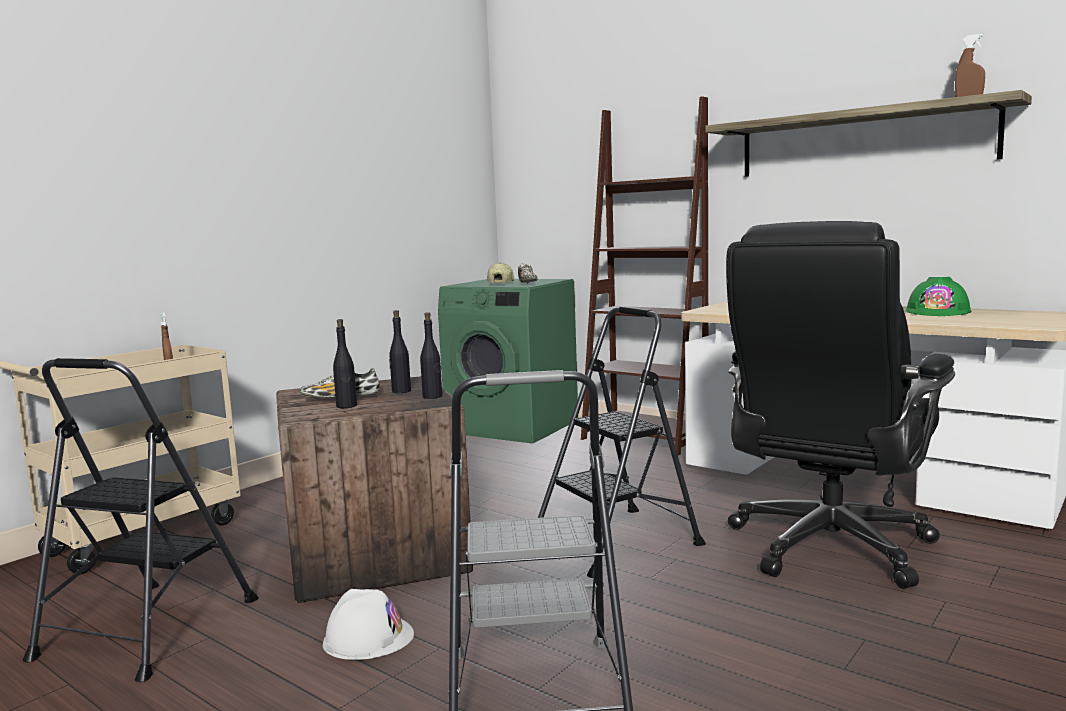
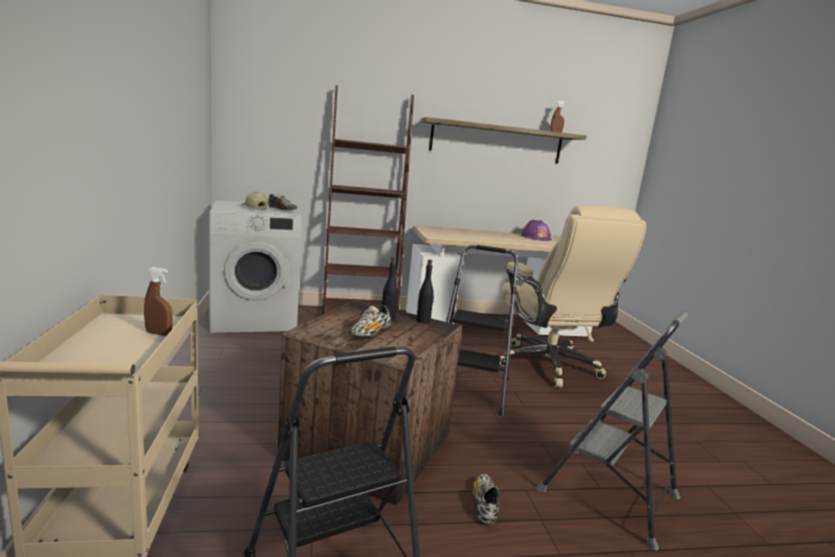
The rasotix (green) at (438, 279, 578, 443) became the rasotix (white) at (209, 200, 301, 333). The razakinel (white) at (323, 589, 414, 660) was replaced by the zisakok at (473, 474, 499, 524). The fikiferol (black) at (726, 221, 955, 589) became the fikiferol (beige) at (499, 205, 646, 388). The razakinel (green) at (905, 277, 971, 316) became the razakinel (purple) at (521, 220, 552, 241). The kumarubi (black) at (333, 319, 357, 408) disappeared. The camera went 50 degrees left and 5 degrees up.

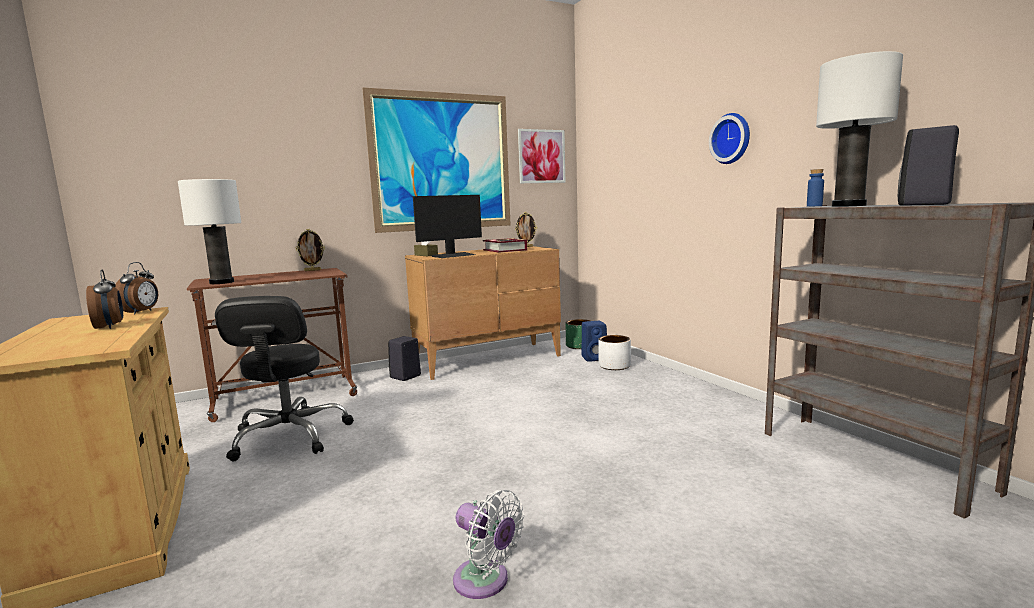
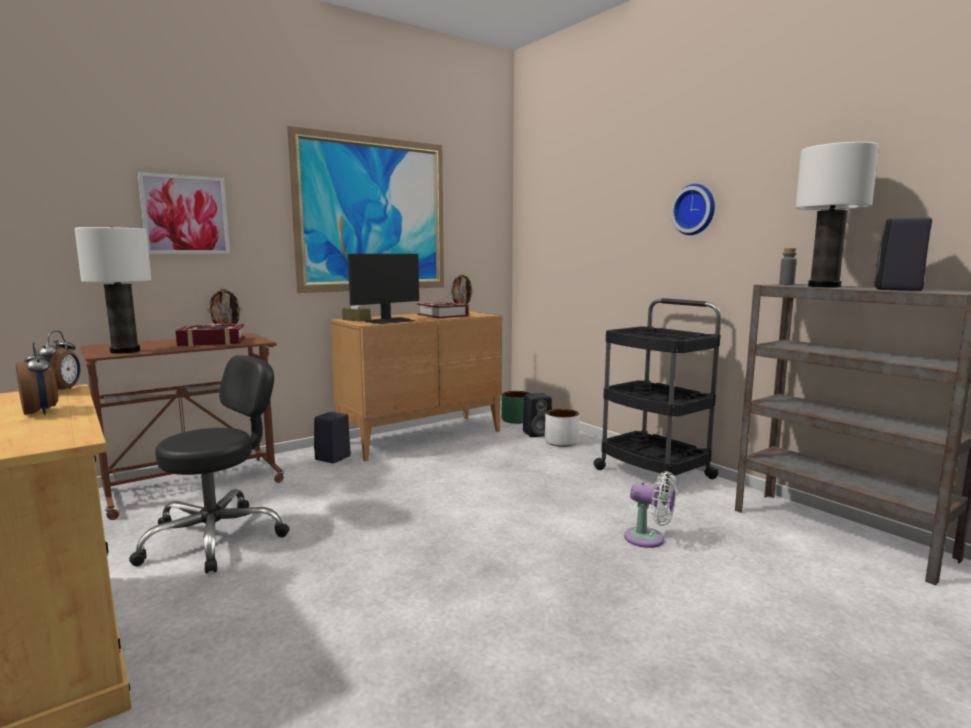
The fikiferol (black) at (215, 296, 354, 461) turned 120 degrees counterclockwise. The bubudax moved from (518, 129, 565, 183) to (138, 172, 230, 254). The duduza at (176, 323, 245, 346) appeared. The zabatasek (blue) at (581, 321, 607, 362) became the zabatasek (black) at (523, 393, 552, 437). The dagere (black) at (593, 298, 721, 495) appeared. The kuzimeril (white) moved from (453, 490, 524, 599) to (624, 471, 676, 548). The kumarubi (blue) at (807, 169, 824, 207) became the kumarubi (grey) at (779, 248, 797, 285). The camera went 10 degrees left and 0 degrees up.

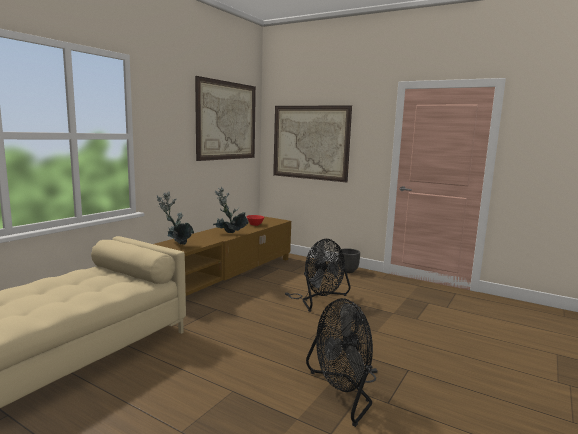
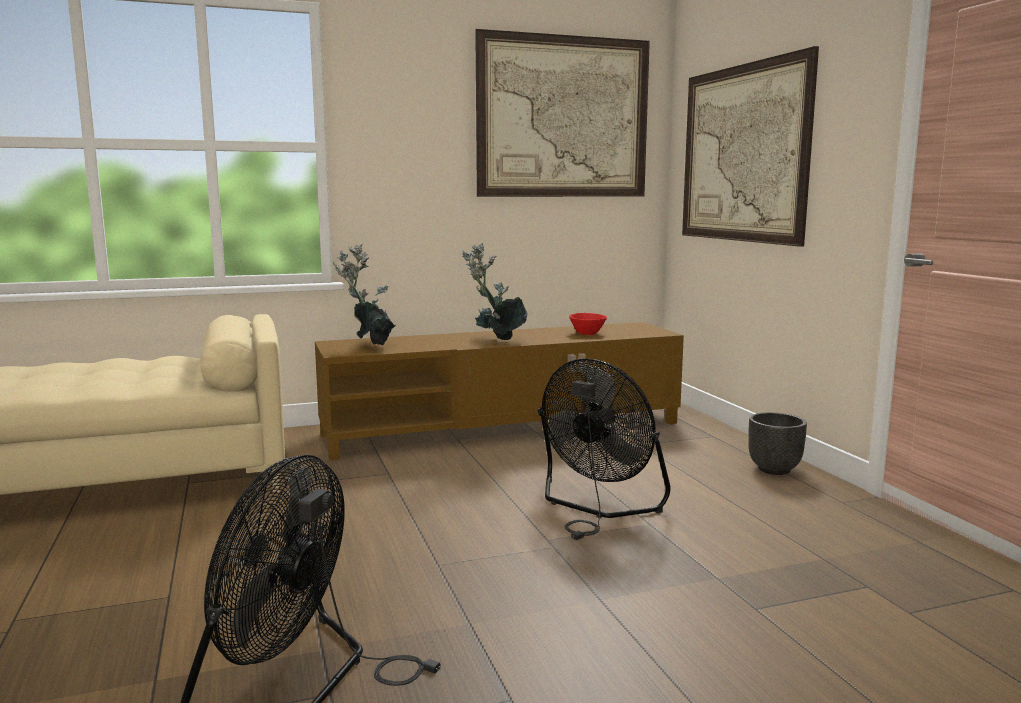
The kuzimeril (black) at (285, 239, 350, 312) turned 135 degrees counterclockwise. The camera went 40 degrees right and 0 degrees up.

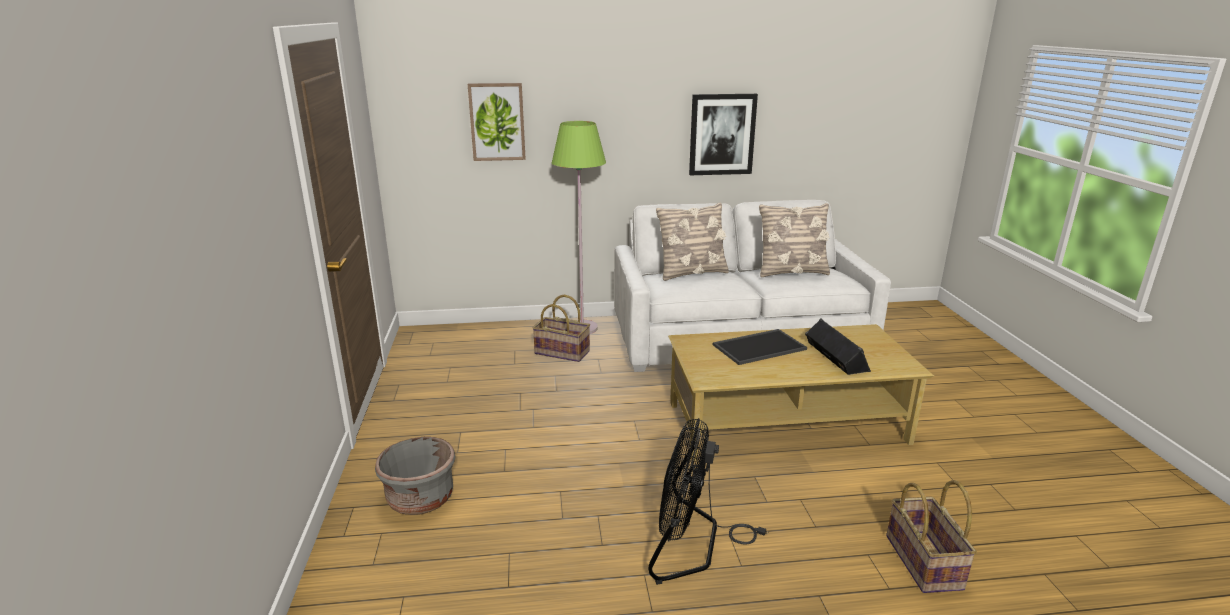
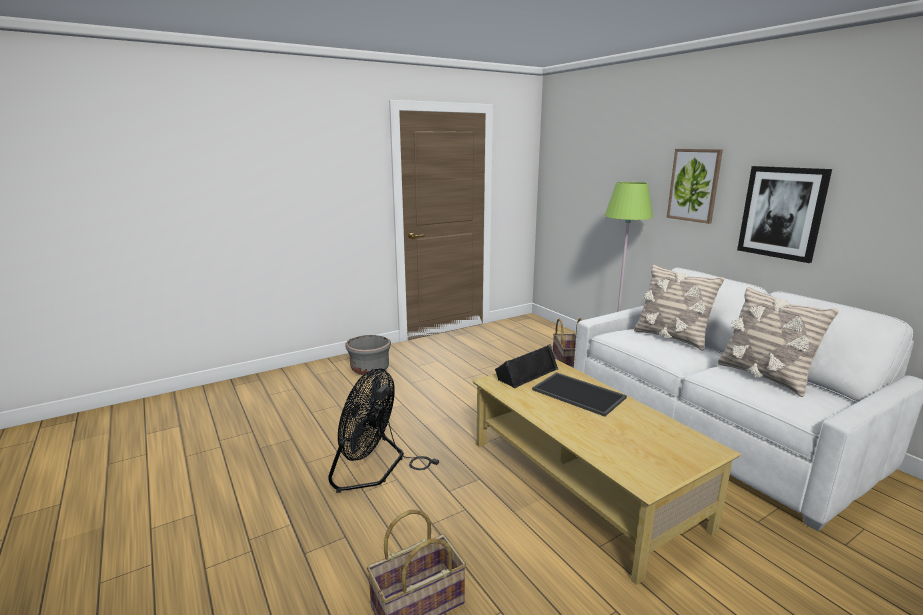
The kuzimeril (black) at (648, 418, 768, 585) turned 60 degrees counterclockwise. The zabatasek (black) moved from (805, 318, 871, 375) to (495, 344, 558, 388). The bubudax moved from (468, 83, 526, 161) to (667, 149, 723, 224). The camera went 65 degrees right and 5 degrees down.

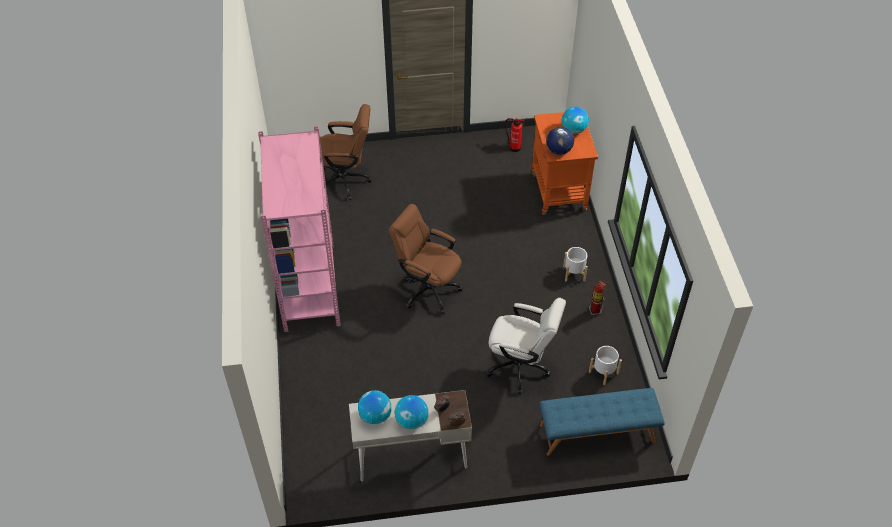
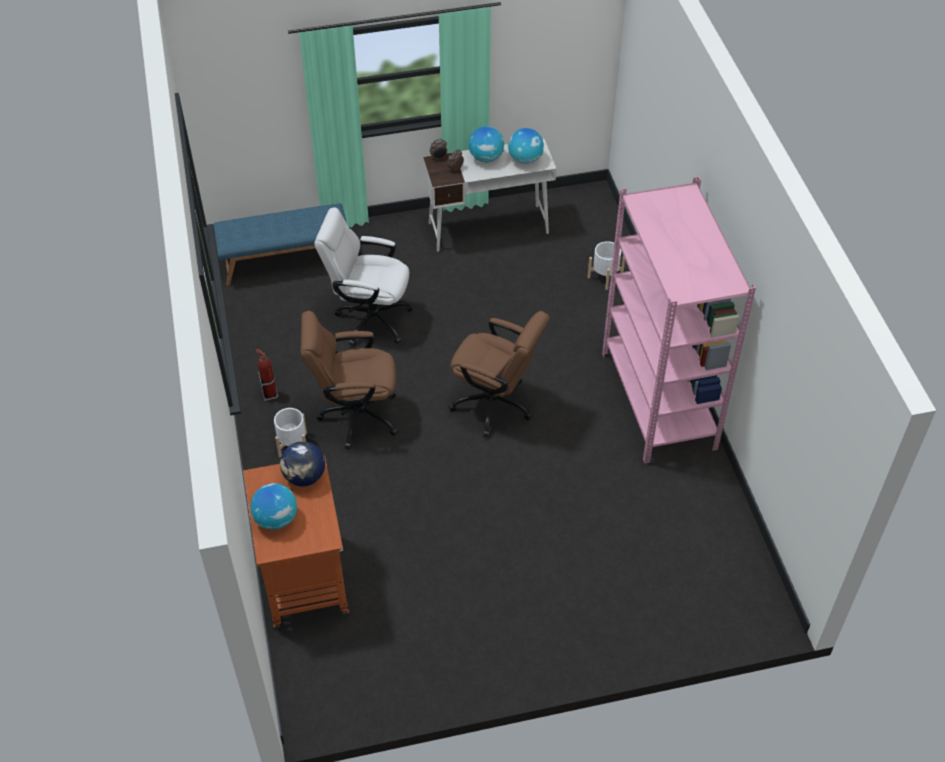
The fikiferol (brown) moved from (319, 104, 372, 201) to (301, 311, 398, 450). The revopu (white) moved from (589, 346, 622, 385) to (587, 241, 625, 290). The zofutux at (505, 118, 525, 152) disappeared. The camera went 175 degrees right and 0 degrees up.

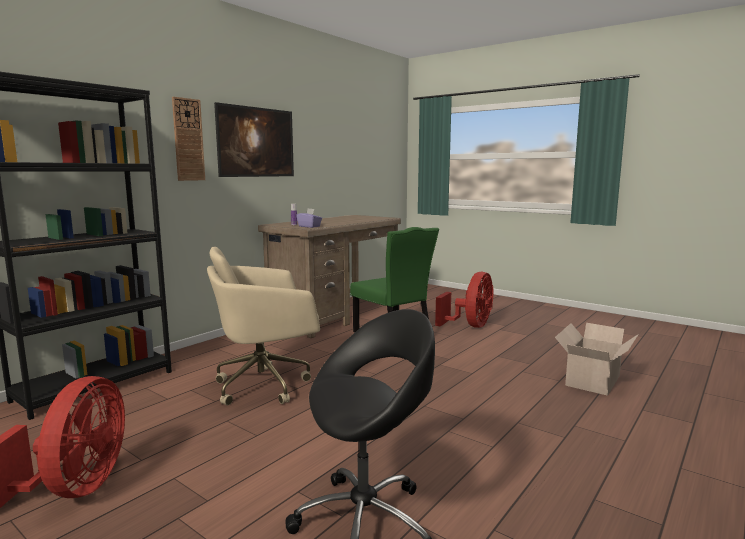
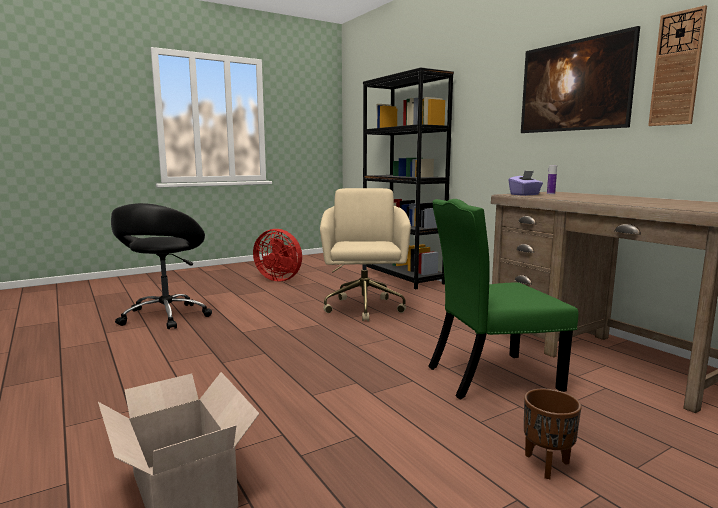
The kuzimeril (red) at (435, 272, 494, 328) was replaced by the revopu (brown) at (524, 389, 582, 479). The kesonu moved from (172, 97, 205, 181) to (648, 5, 707, 126). The camera went 110 degrees right and 0 degrees up.

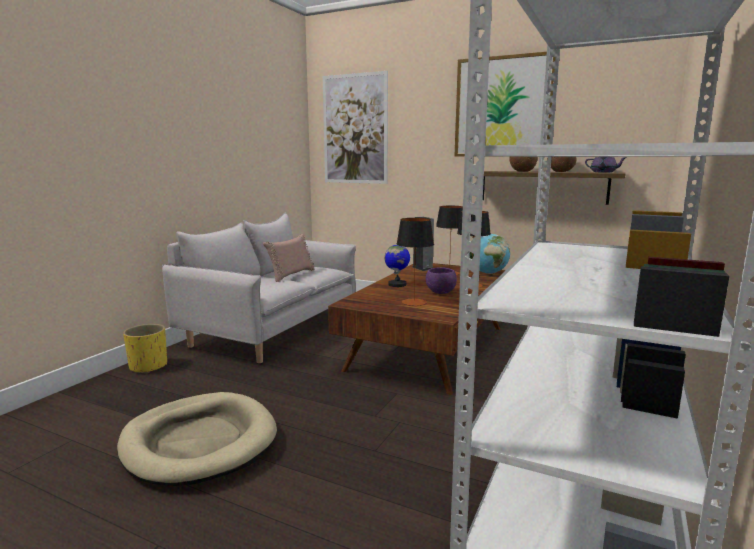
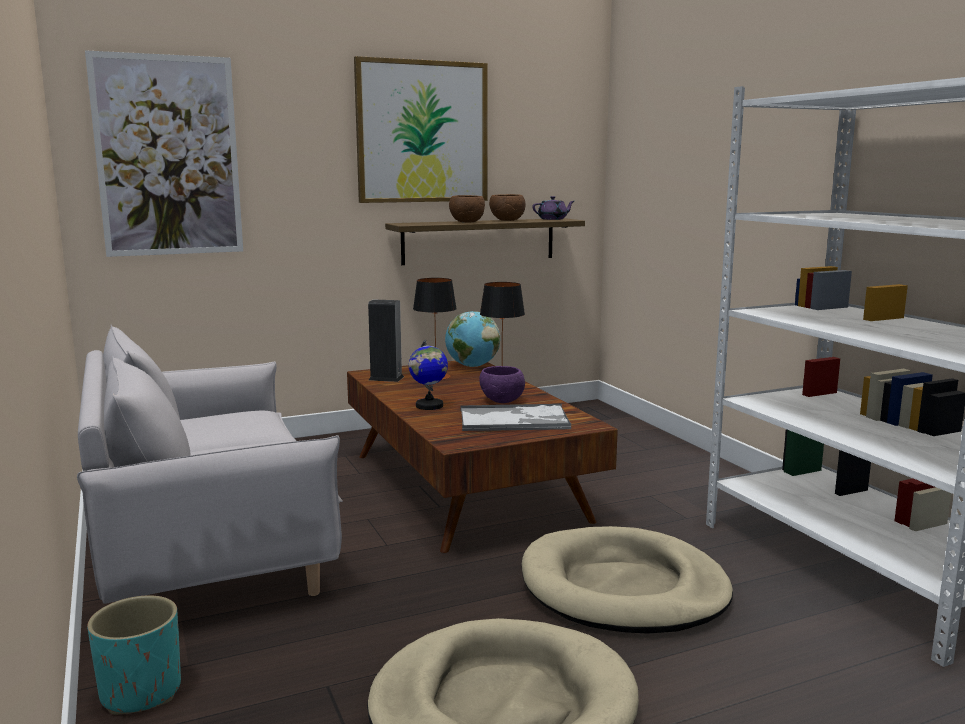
The revopu (yellow) at (123, 324, 167, 374) became the revopu (turquoise) at (87, 596, 181, 715). The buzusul at (397, 218, 434, 306) was replaced by the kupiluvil at (460, 404, 571, 431). The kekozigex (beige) at (522, 526, 733, 634) appeared. The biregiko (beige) at (263, 234, 314, 282) disappeared. The camera went 50 degrees left and 0 degrees up.

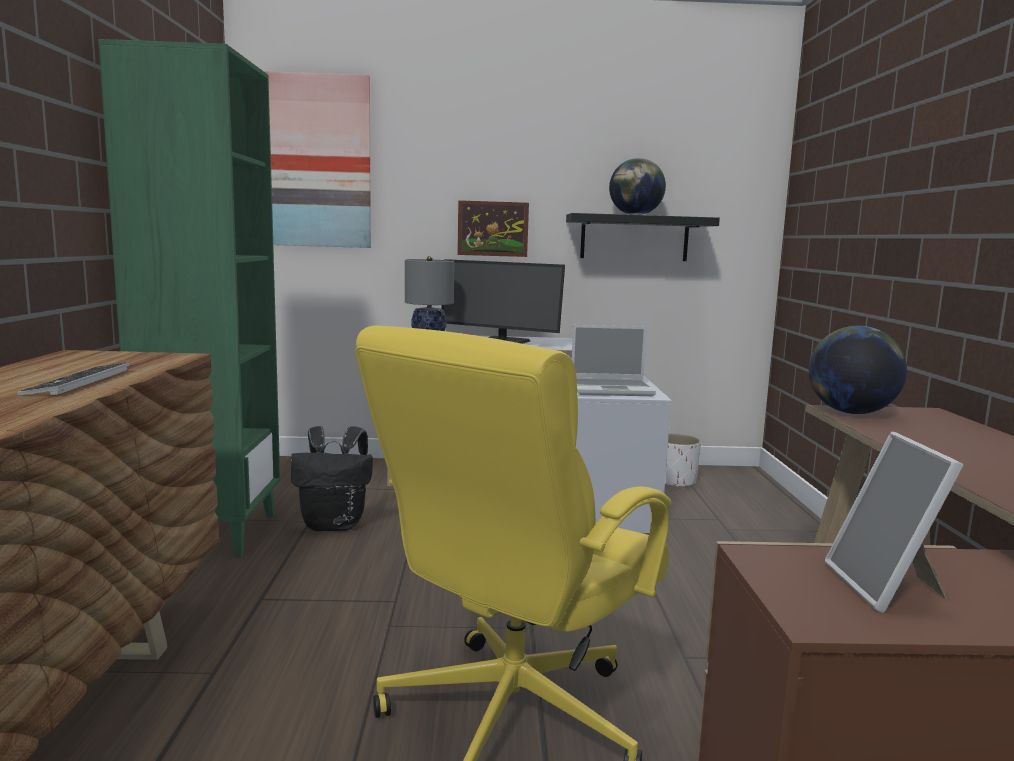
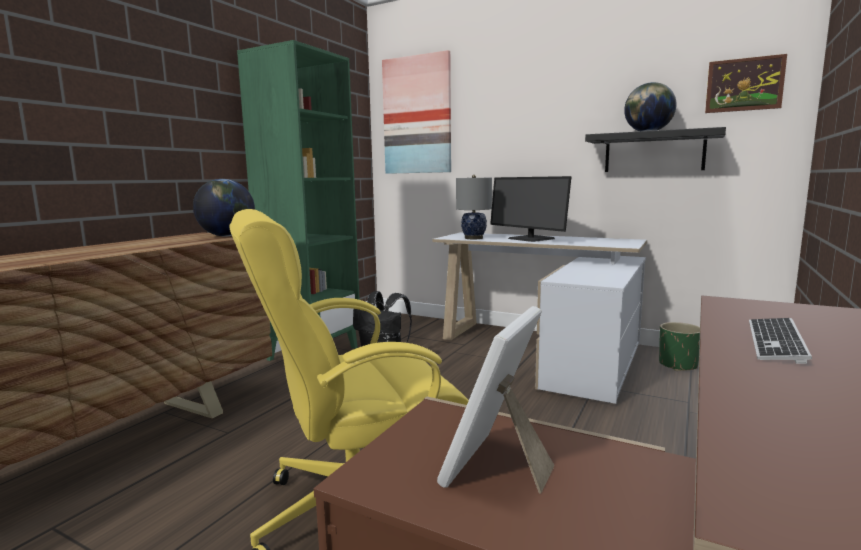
The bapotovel moved from (809, 326, 907, 414) to (193, 179, 255, 237). The revopu (white) at (665, 433, 701, 488) became the revopu (green) at (659, 322, 700, 371). The bubudax moved from (457, 200, 529, 257) to (705, 54, 787, 113). The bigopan moved from (17, 362, 131, 396) to (749, 318, 812, 364). The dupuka at (572, 325, 656, 396) disappeared. The camera went 30 degrees right and 0 degrees up.

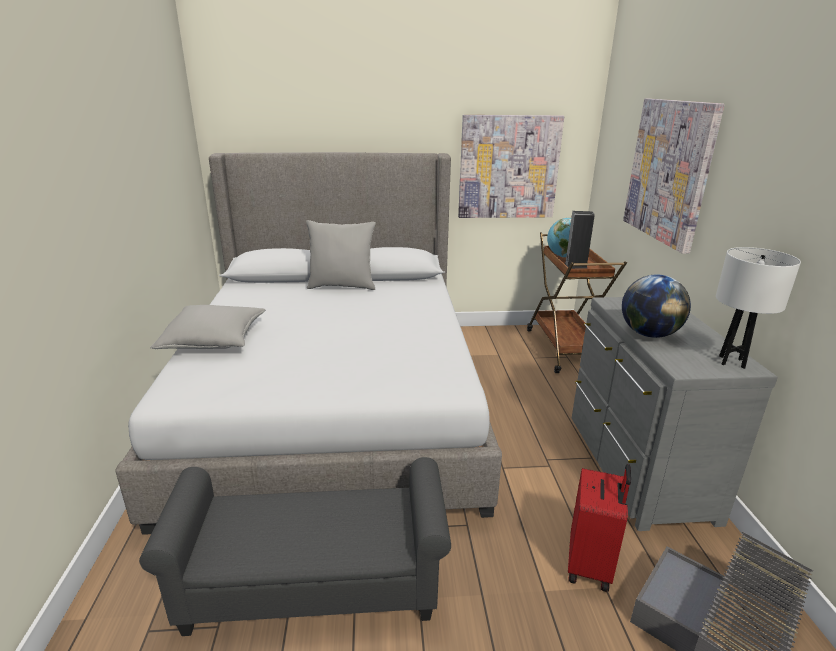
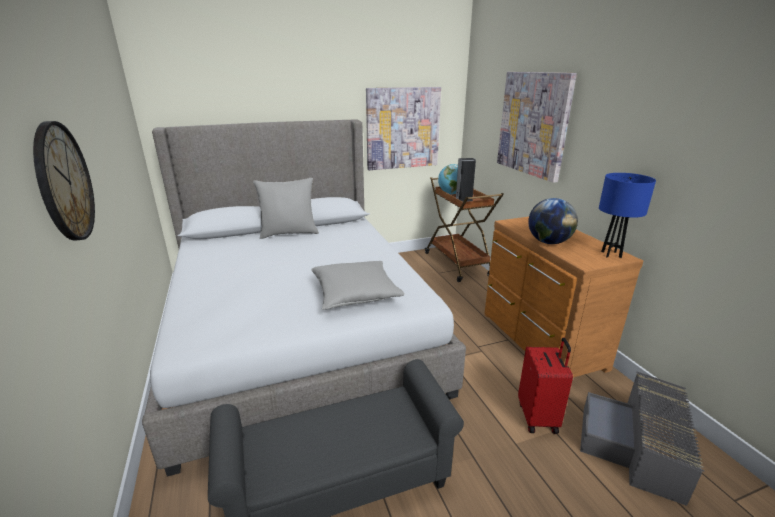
The kesonu at (33, 121, 95, 241) appeared. The biregiko (grey) moved from (150, 305, 265, 349) to (311, 261, 405, 310). The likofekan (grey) at (572, 297, 778, 531) became the likofekan (brown) at (485, 217, 643, 378). The buzusul (white) at (716, 247, 801, 369) became the buzusul (blue) at (599, 173, 656, 258). The camera went 15 degrees left and 0 degrees up.

